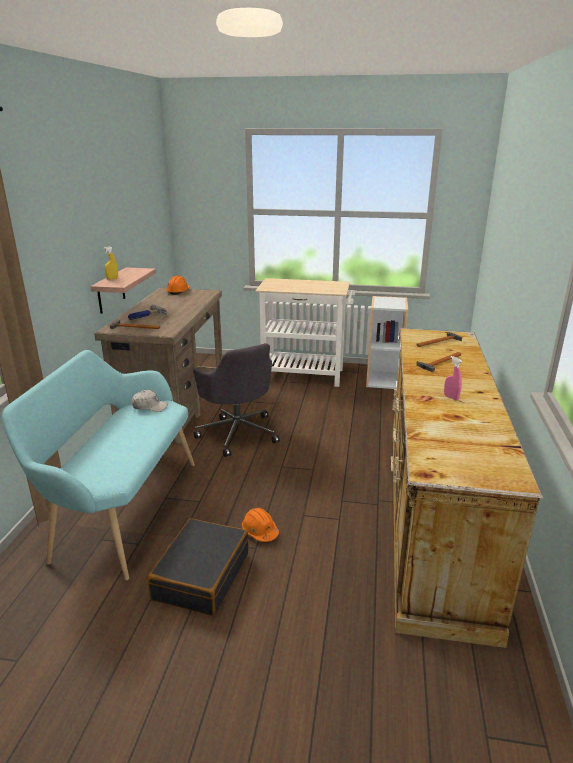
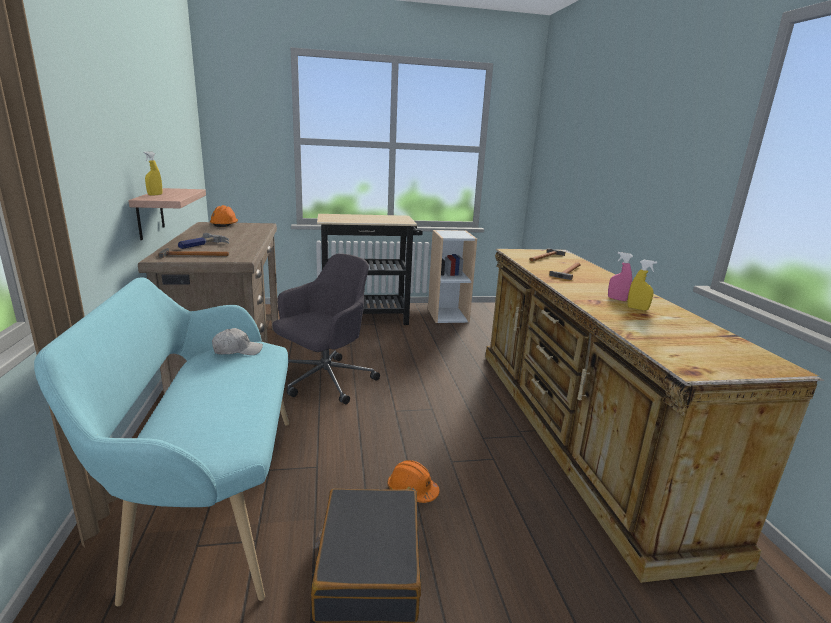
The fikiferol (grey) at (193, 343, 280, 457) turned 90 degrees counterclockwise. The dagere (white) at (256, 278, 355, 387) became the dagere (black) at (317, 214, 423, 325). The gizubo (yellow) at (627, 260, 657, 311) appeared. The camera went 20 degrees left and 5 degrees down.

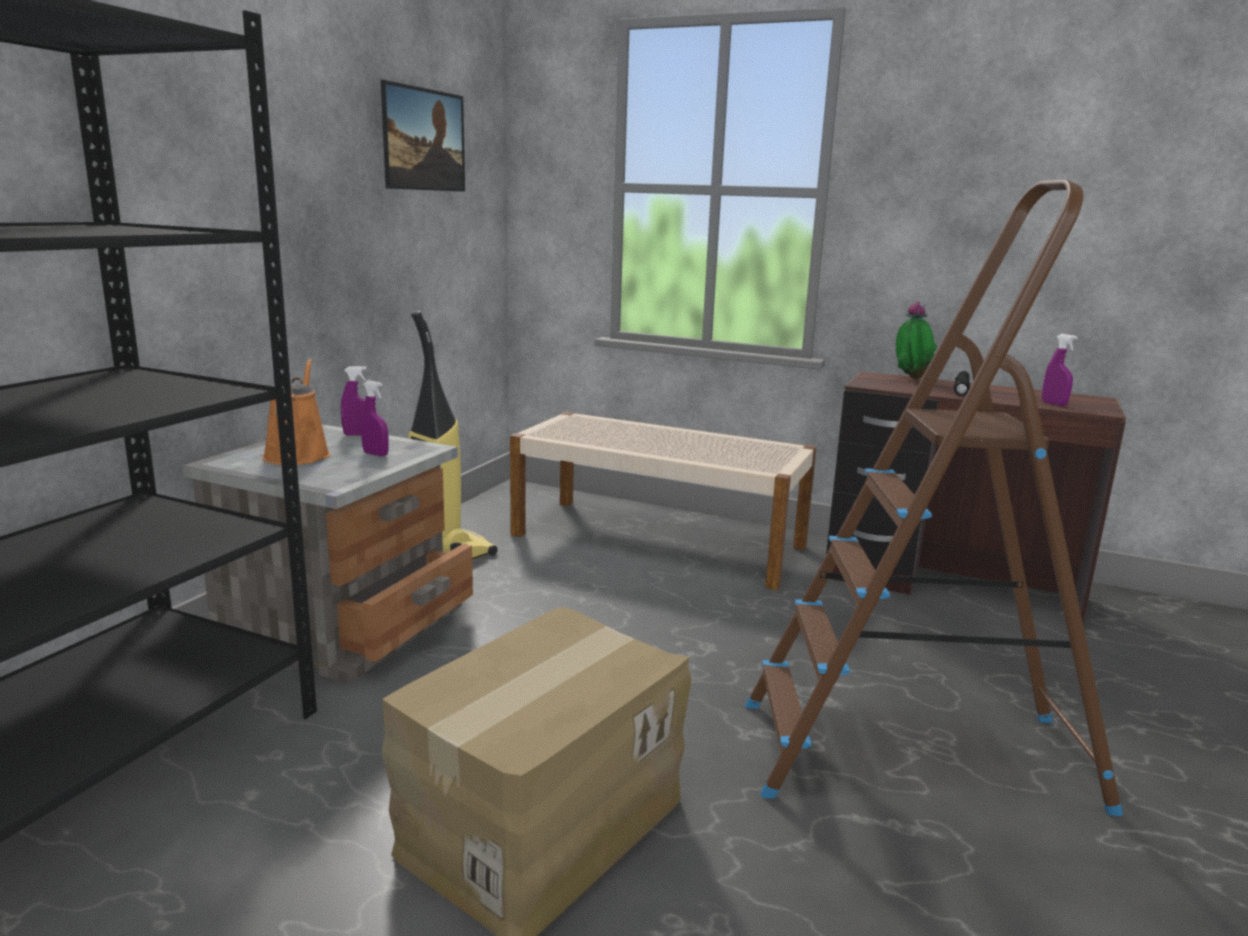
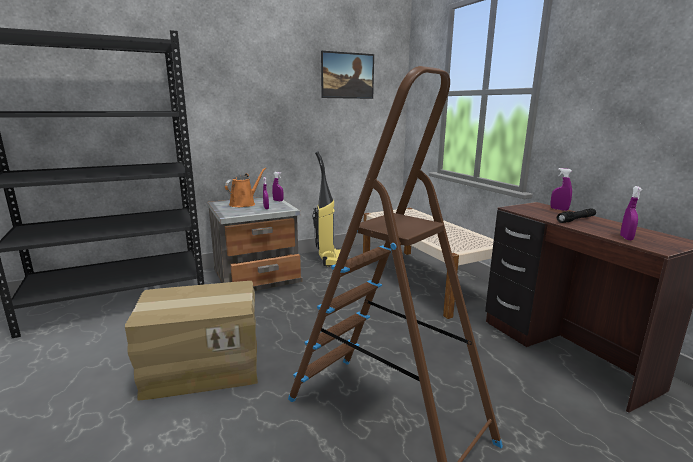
The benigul at (896, 301, 938, 379) was replaced by the gizubo (purple) at (551, 168, 572, 211). The camera went 40 degrees right and 0 degrees up.

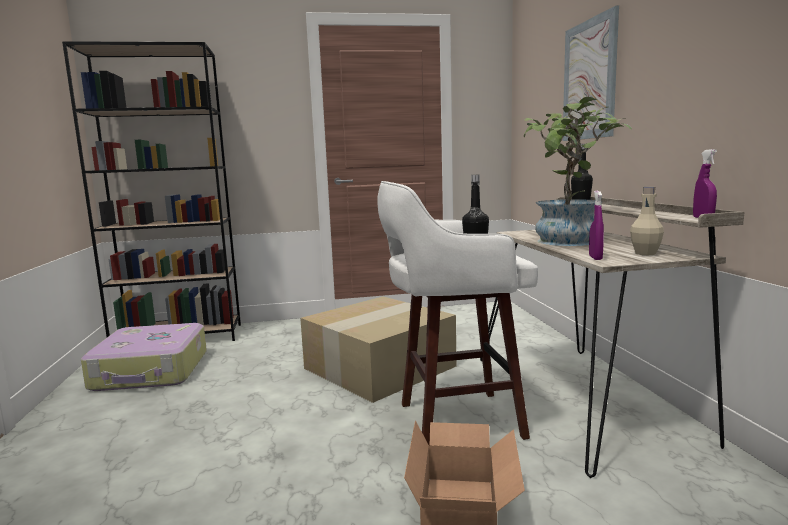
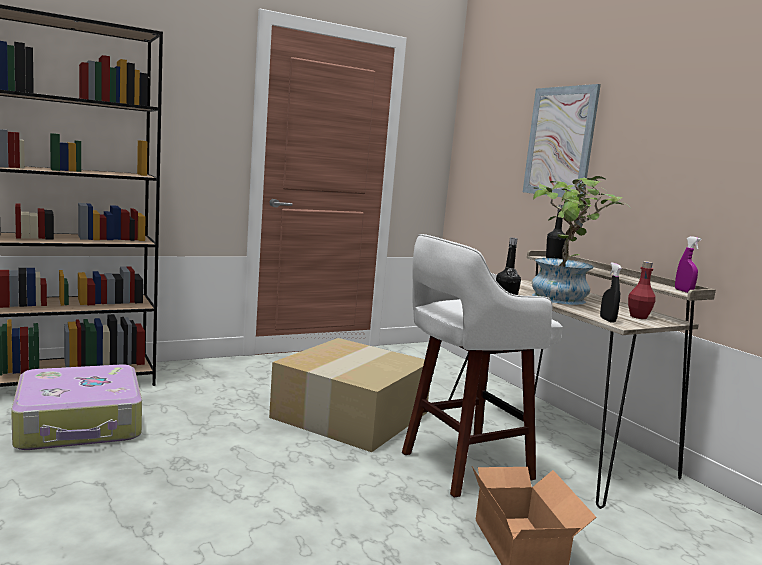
The gizubo (purple) at (589, 191, 604, 260) became the gizubo (black) at (600, 263, 622, 323). The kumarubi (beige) at (630, 187, 664, 255) became the kumarubi (red) at (628, 261, 656, 319). The camera went 20 degrees left and 0 degrees up.

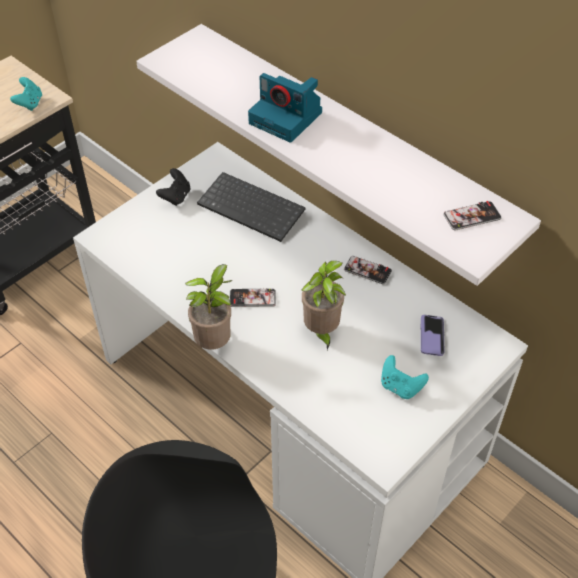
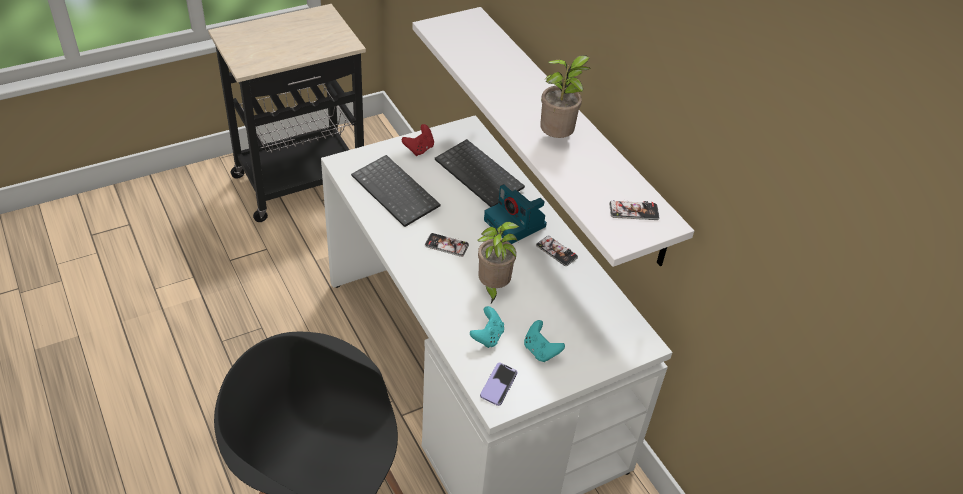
The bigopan at (351, 155, 440, 227) appeared. The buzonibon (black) at (156, 168, 191, 206) became the buzonibon (red) at (402, 124, 434, 156). The buzonibon (turquoise) moved from (10, 77, 42, 111) to (470, 306, 504, 348). The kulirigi moved from (421, 315, 445, 356) to (480, 363, 518, 406). The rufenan moved from (248, 73, 322, 143) to (484, 184, 547, 244). The benigul moved from (185, 264, 232, 350) to (540, 55, 591, 138). The camera went 15 degrees right and 5 degrees down.

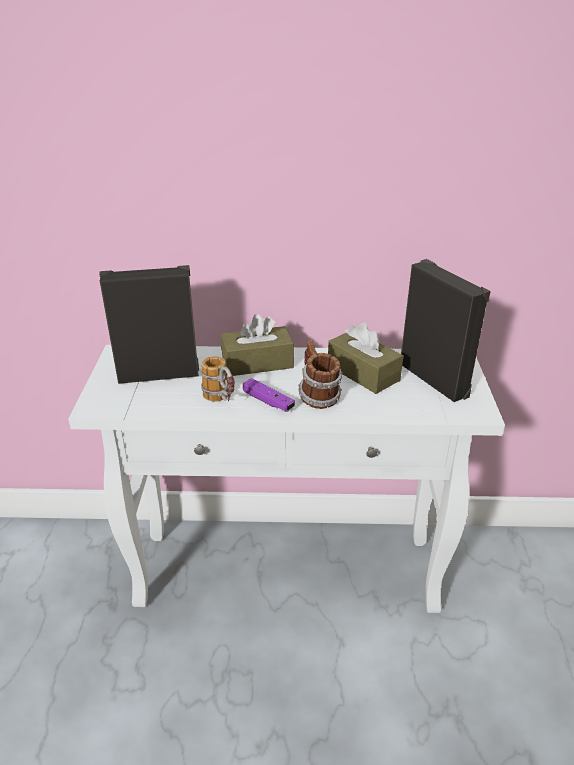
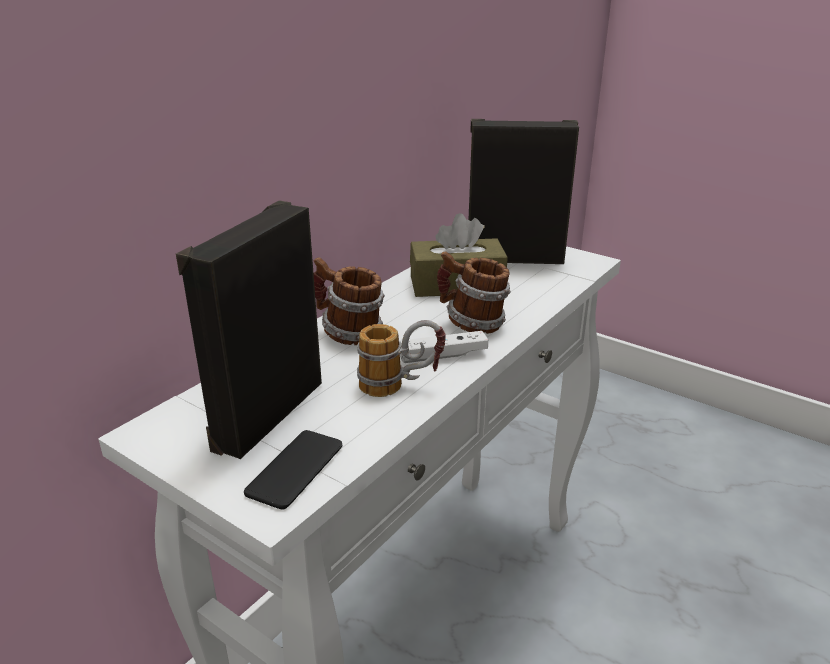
The kulirigi at (244, 430, 342, 510) appeared. The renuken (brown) at (221, 314, 294, 376) was replaced by the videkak at (314, 257, 385, 345). The buzonibon (purple) at (243, 378, 295, 412) became the buzonibon (white) at (400, 331, 488, 363). The camera went 55 degrees left and 5 degrees down.

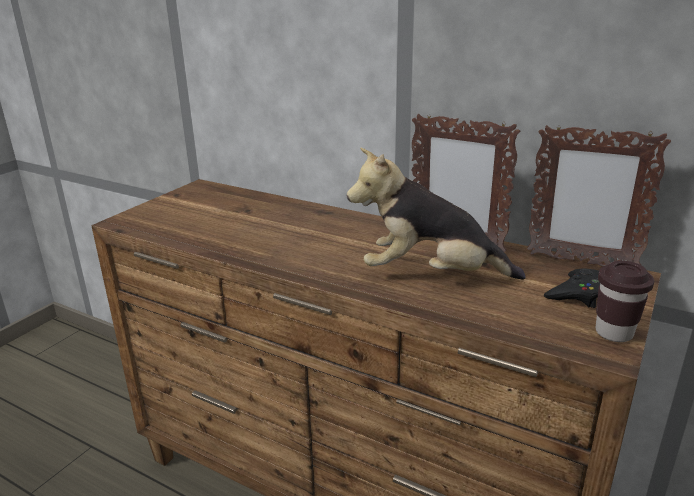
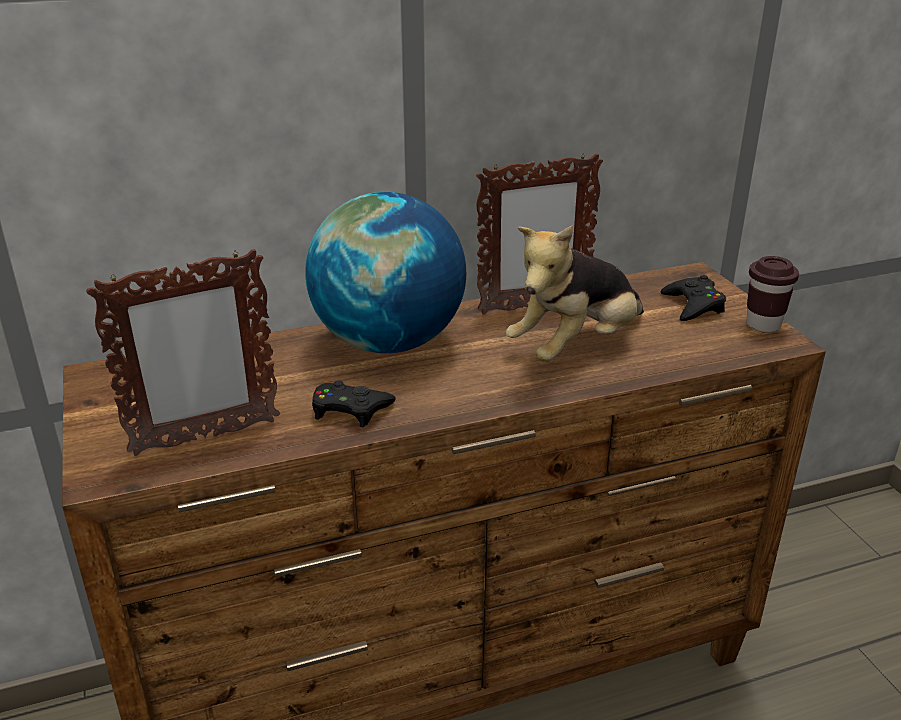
The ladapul moved from (527, 125, 671, 267) to (86, 249, 280, 456). The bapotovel at (305, 192, 466, 353) appeared. The buzonibon (black) at (312, 380, 396, 427) appeared. The camera went 50 degrees left and 5 degrees up.

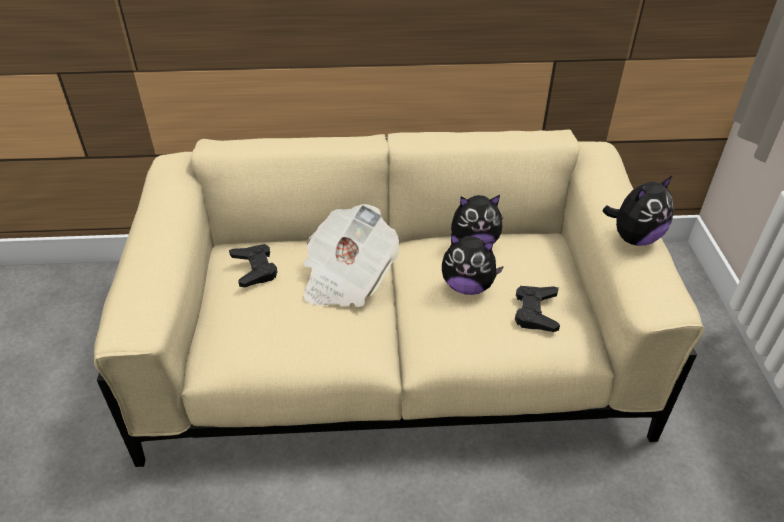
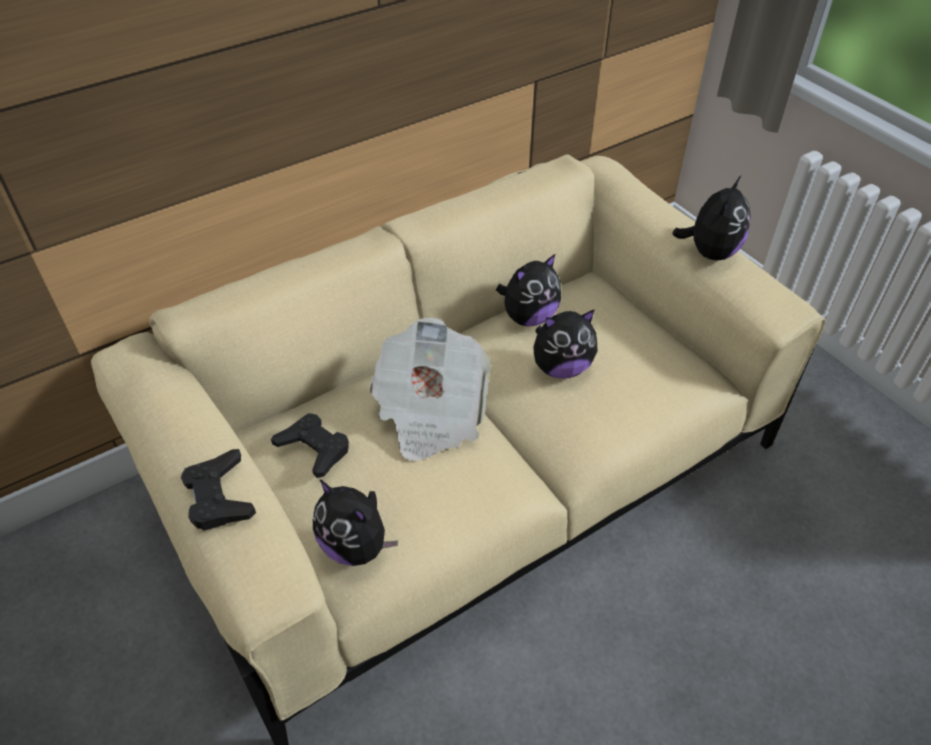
The buzonibon (black) moved from (515, 286, 560, 332) to (181, 449, 256, 530). The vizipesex at (313, 479, 398, 566) appeared. The camera went 30 degrees left and 5 degrees up.

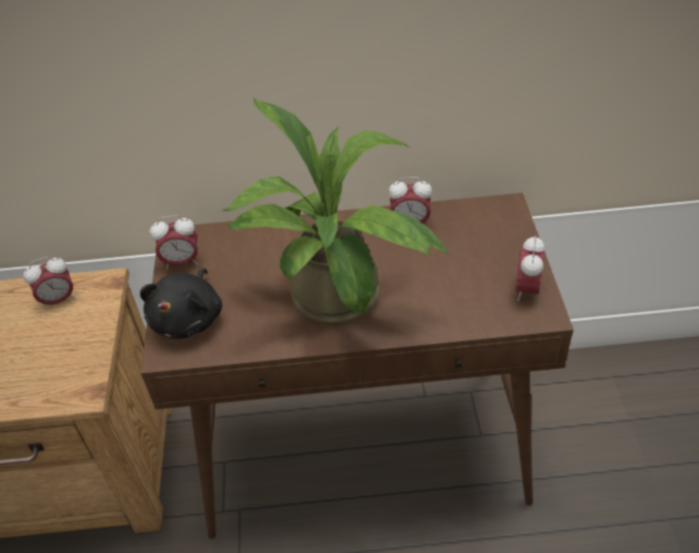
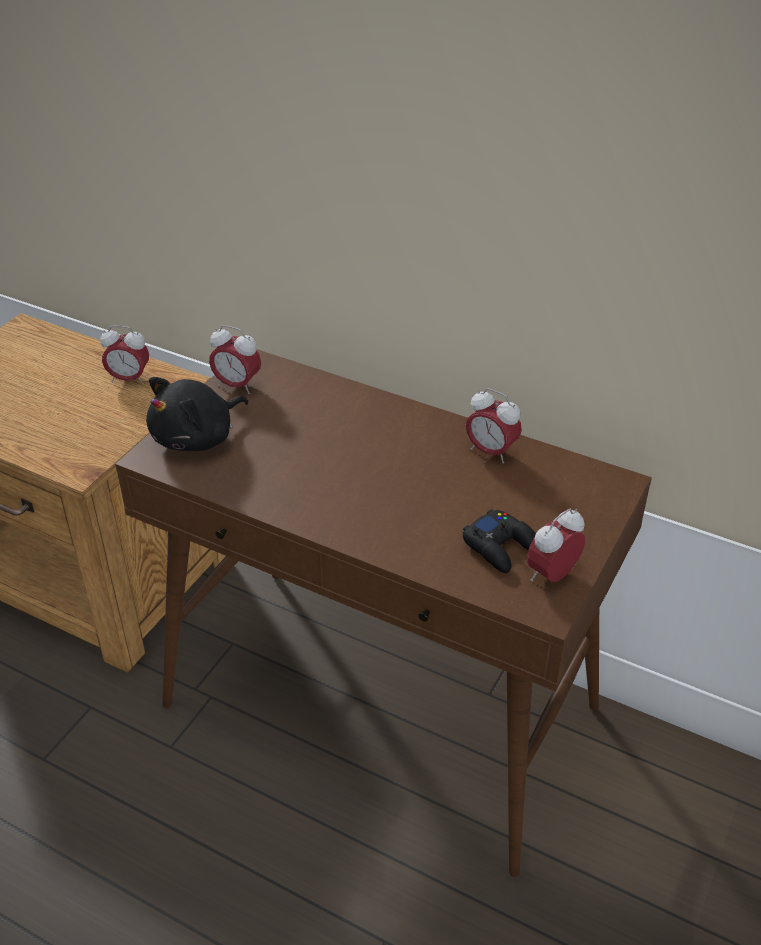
The buzonibon (black) at (463, 509, 536, 573) appeared. The benigul at (222, 98, 449, 324) disappeared. The camera went 30 degrees right and 5 degrees down.

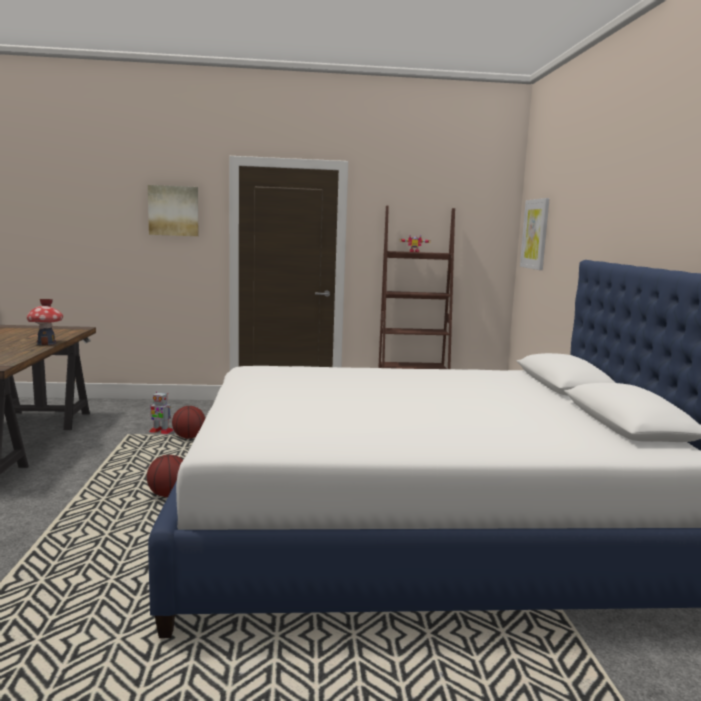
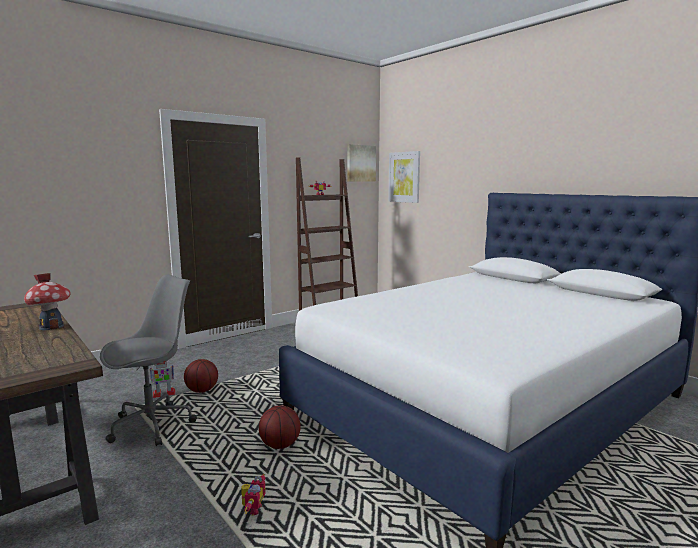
The fikiferol (grey) at (100, 275, 197, 446) appeared. The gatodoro at (241, 474, 266, 516) appeared. The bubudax moved from (148, 185, 198, 236) to (347, 144, 376, 181). The camera went 35 degrees left and 0 degrees up.

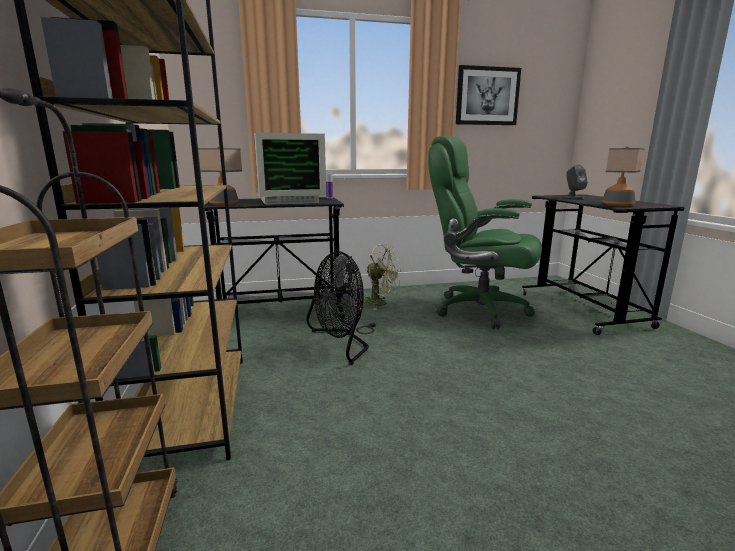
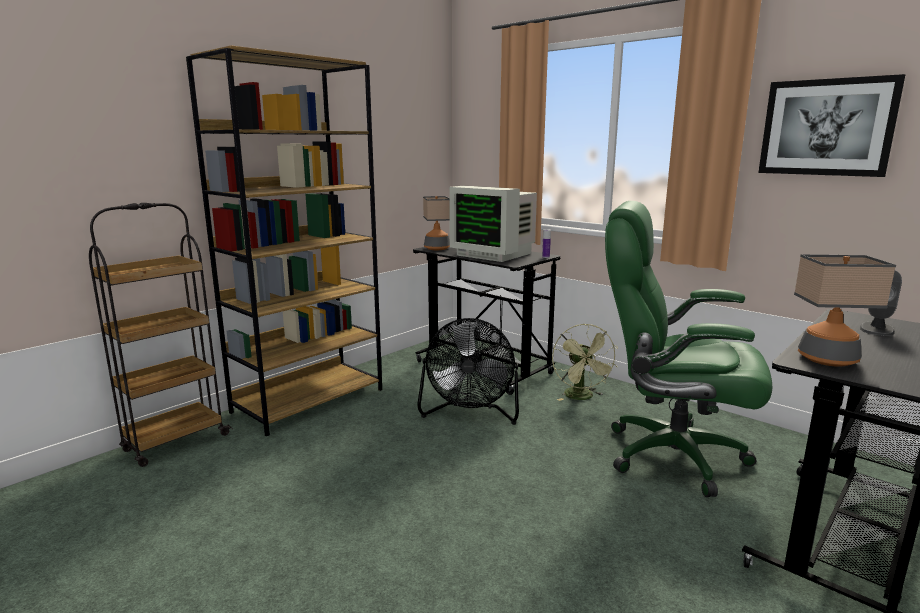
The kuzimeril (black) at (306, 251, 376, 365) turned 105 degrees counterclockwise. The fikiferol (green) at (428, 136, 542, 329) turned 60 degrees counterclockwise. The camera went 55 degrees right and 0 degrees up.

